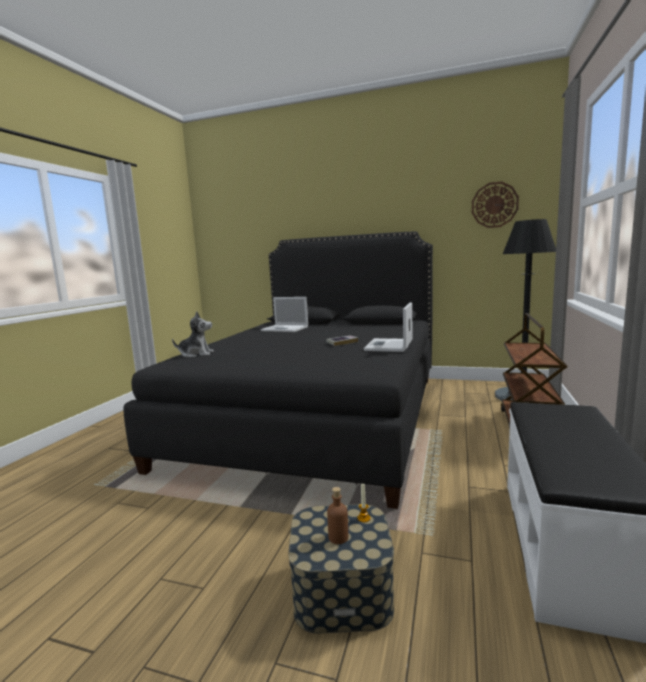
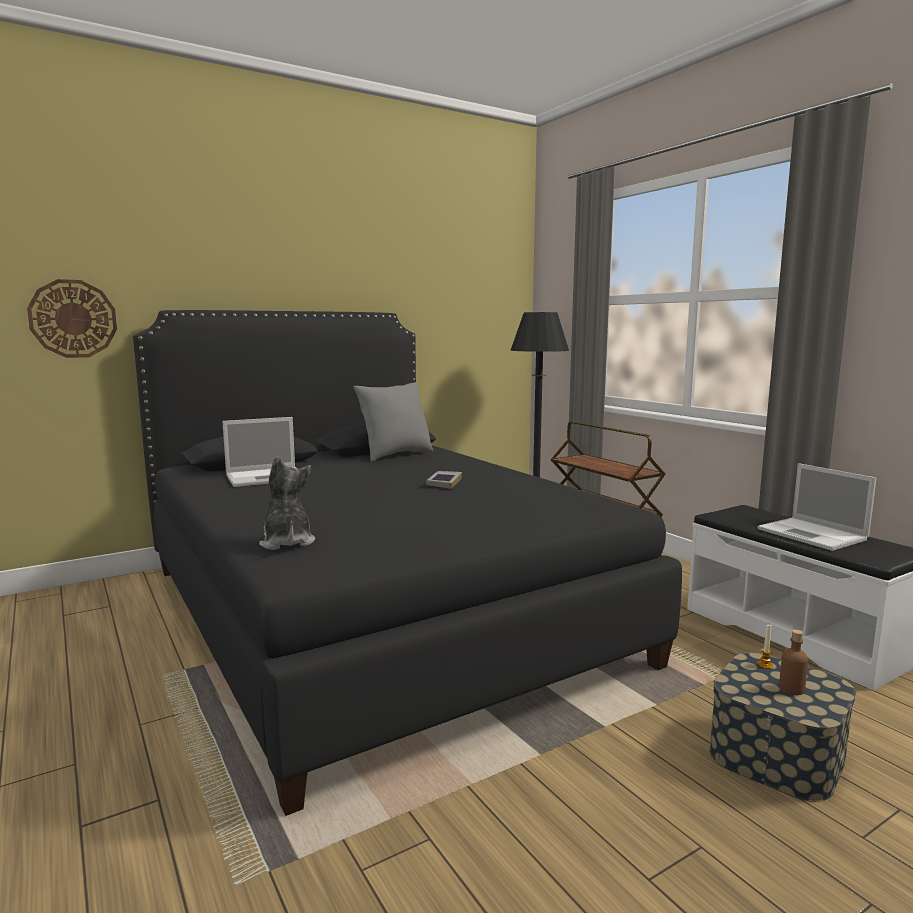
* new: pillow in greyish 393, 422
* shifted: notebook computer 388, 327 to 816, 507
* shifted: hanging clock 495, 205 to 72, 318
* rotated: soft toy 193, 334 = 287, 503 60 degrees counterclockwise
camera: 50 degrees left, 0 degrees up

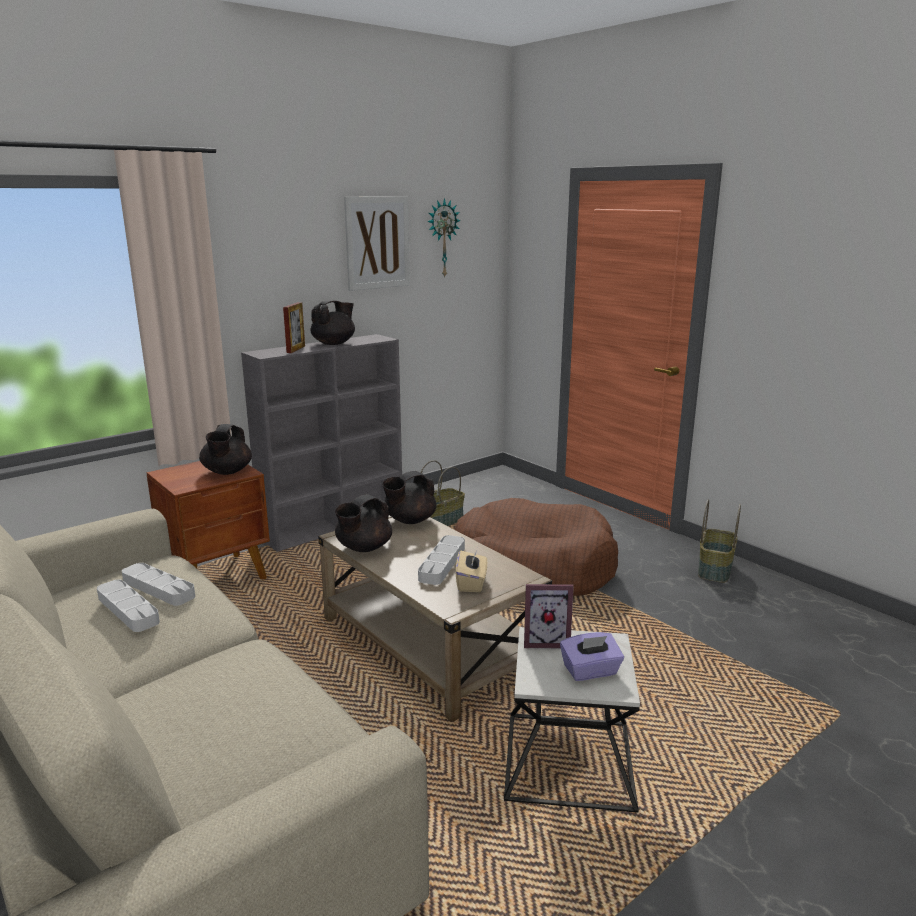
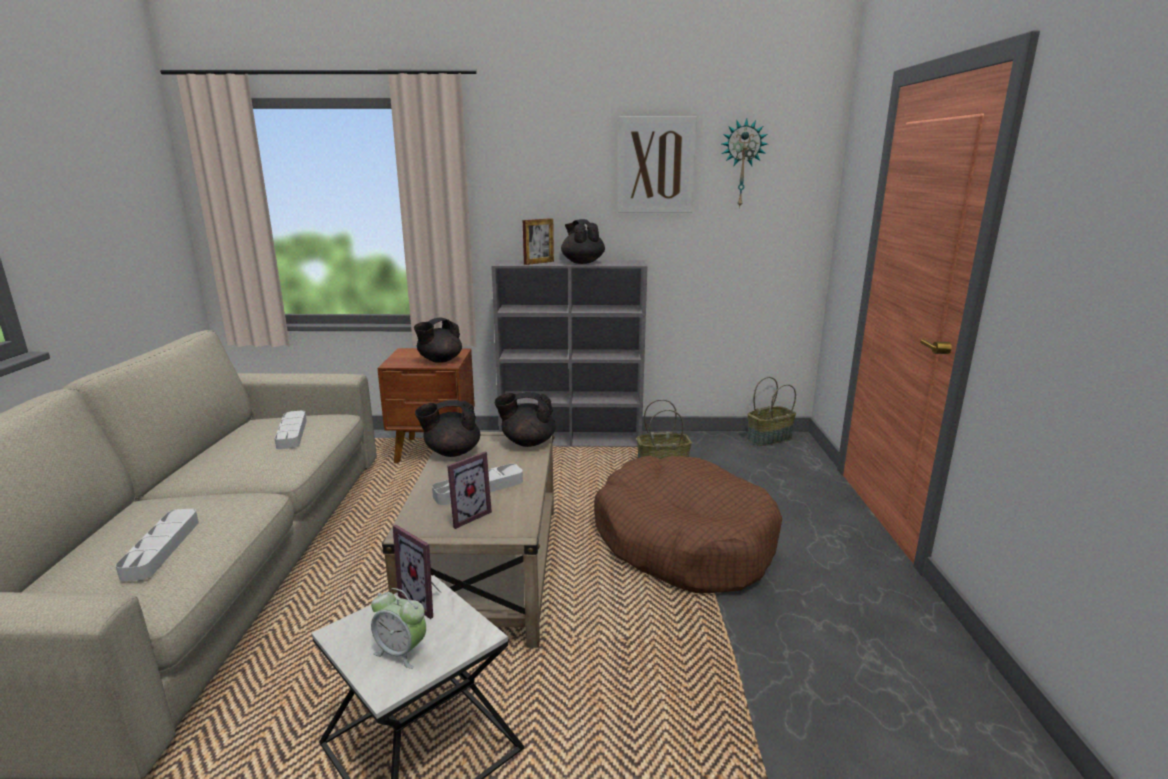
* shifted: serving tray in greyish 128, 606 to 157, 545
* shifted: storage basket 719, 541 to 771, 411
* swapped: box of tissues in beige-coloured 471, 571 to photo frame 469, 490
* swapped: box of tissues in purple-coloured 592, 656 to bedside clock 398, 628
* rotated: pot for tea in blackish 333, 322 = 583, 241 105 degrees counterclockwise
camera: 40 degrees right, 0 degrees up

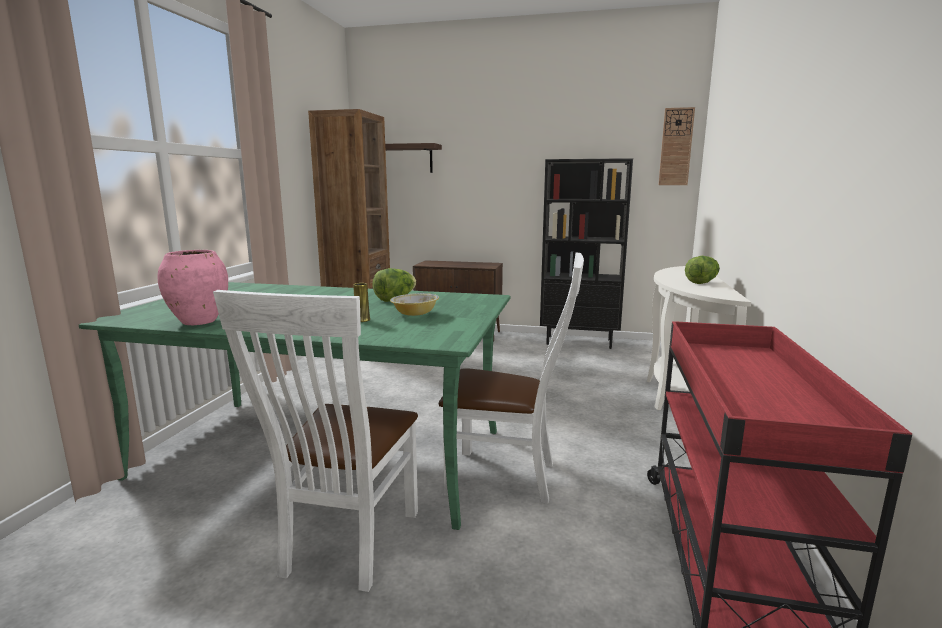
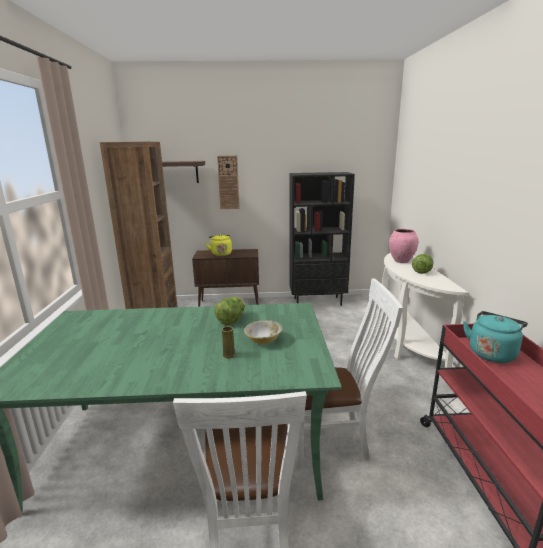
* new: kettle in yellow 219, 245
* new: kettle in turquoise-coloured 495, 337
* shifted: flower vase in pinkish 193, 287 to 403, 246
* shifted: hanging clock 677, 146 to 228, 182
camera: 15 degrees left, 5 degrees up

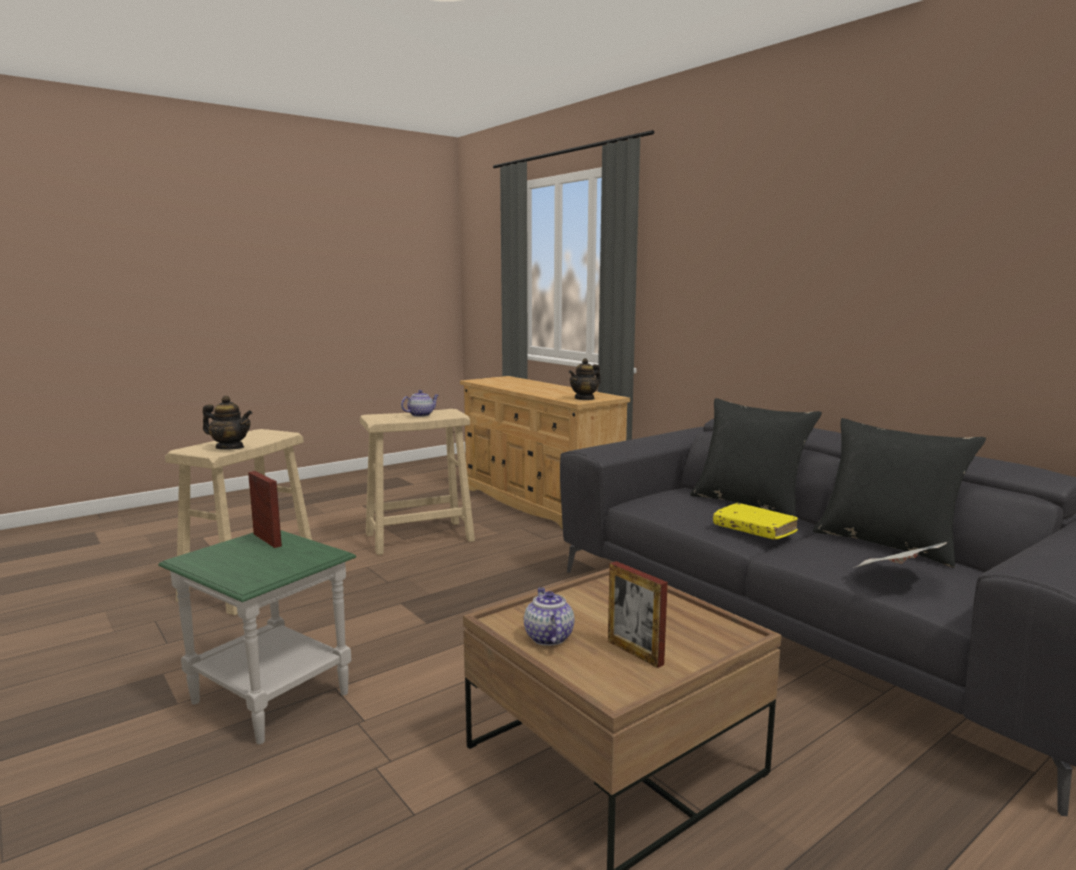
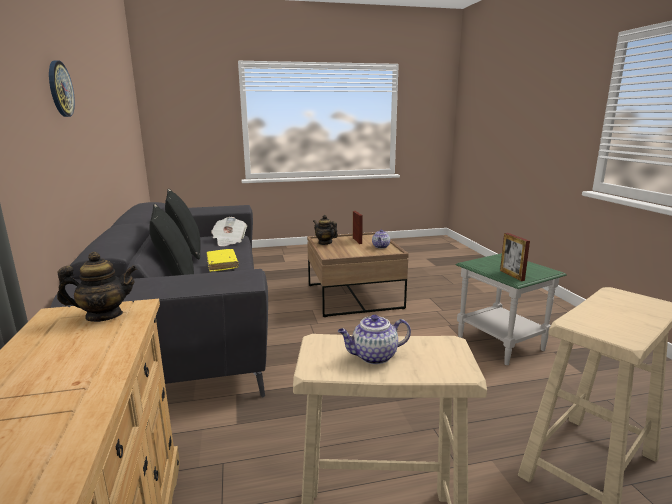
* new: hanging clock 62, 88
* shifted: pot for tea 227, 423 to 325, 230
camera: 155 degrees left, 5 degrees up

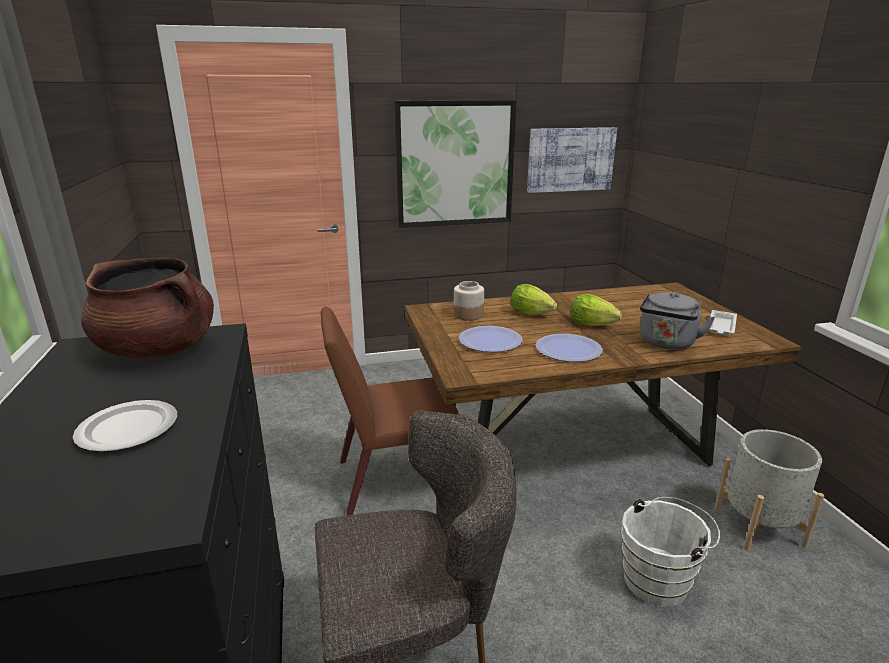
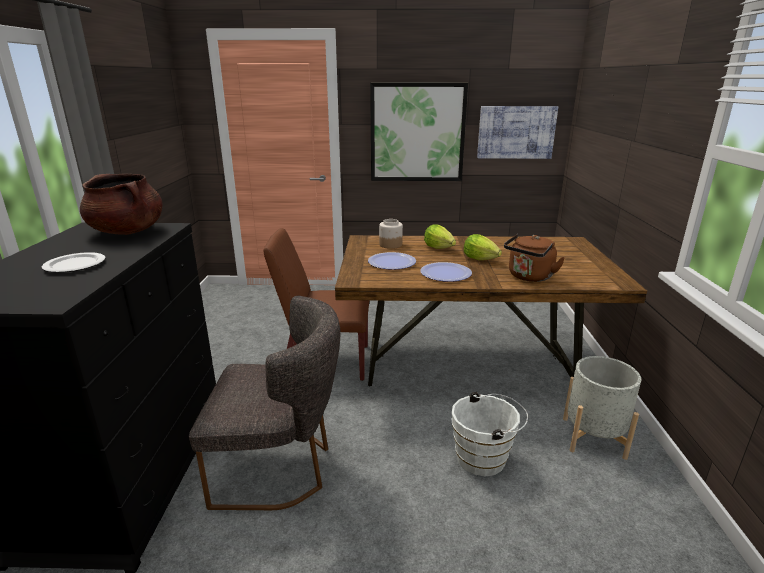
* gone: serving tray in white 723, 323
* repainted: kettle in greyish 677, 321 to kettle in brownish 534, 258
camera: 15 degrees right, 0 degrees up

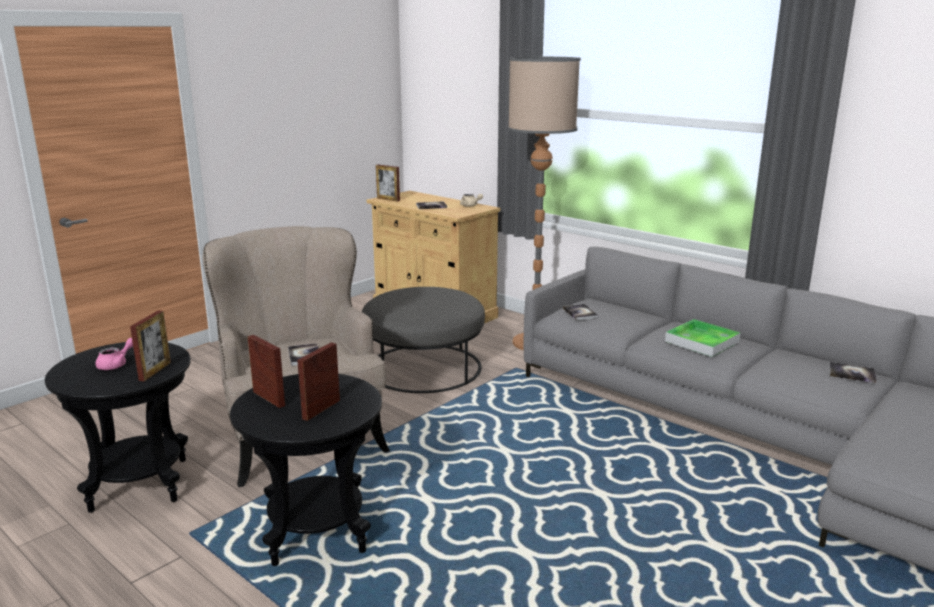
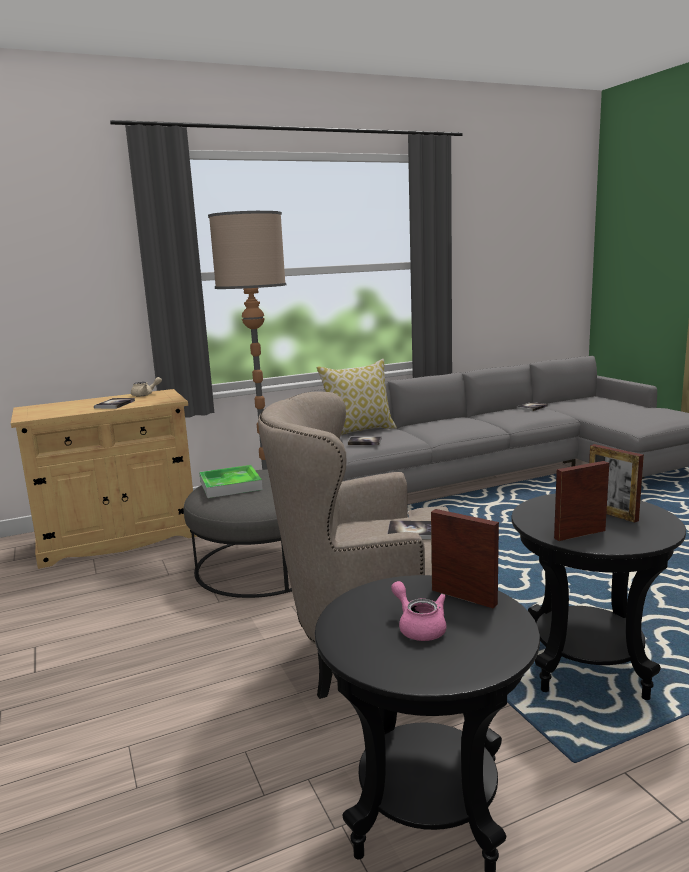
* gone: photo frame 388, 183
* new: pillow 357, 397
* shifted: serving tray 703, 338 to 231, 481
camera: 65 degrees left, 5 degrees down

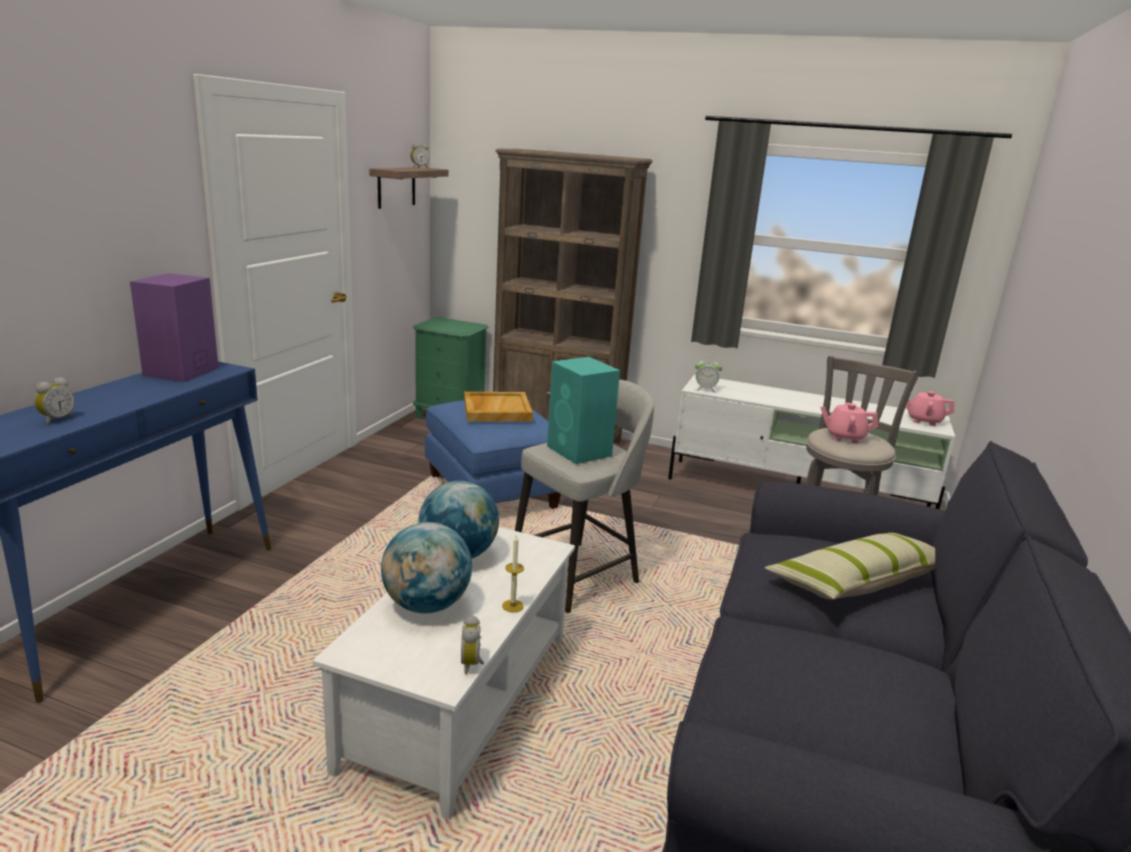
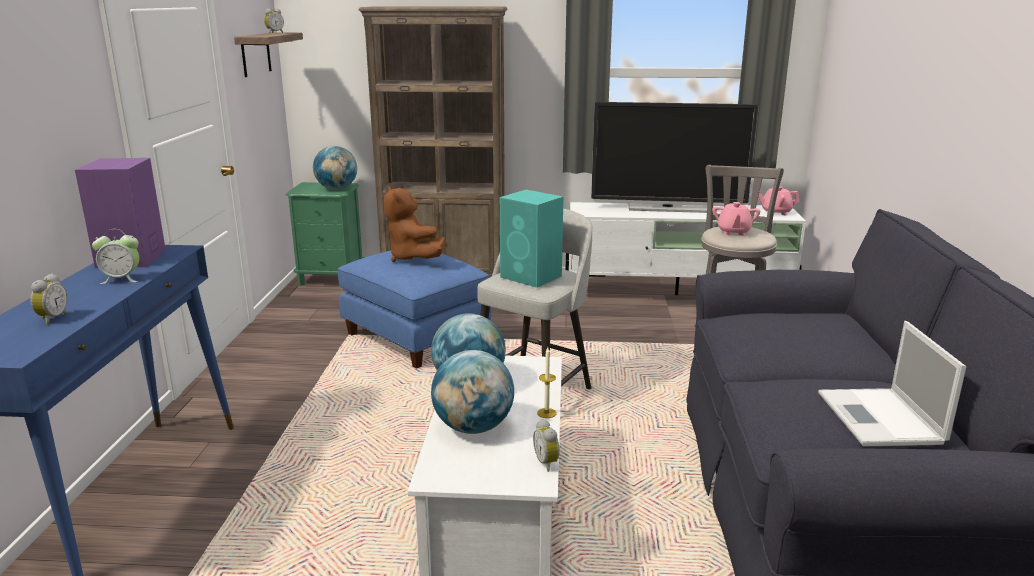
* gone: pillow 850, 566
* new: globe 335, 168
* new: TV 675, 157
* new: notebook computer 892, 383
* shifted: bedside clock 708, 375 to 115, 256
* swapped: serving tray in beige-coloured 498, 406 to soft toy in brownish 414, 224
* rotated: pot for tea in pinkish 849, 422 = 736, 219 75 degrees counterclockwise
camera: 15 degrees left, 0 degrees up

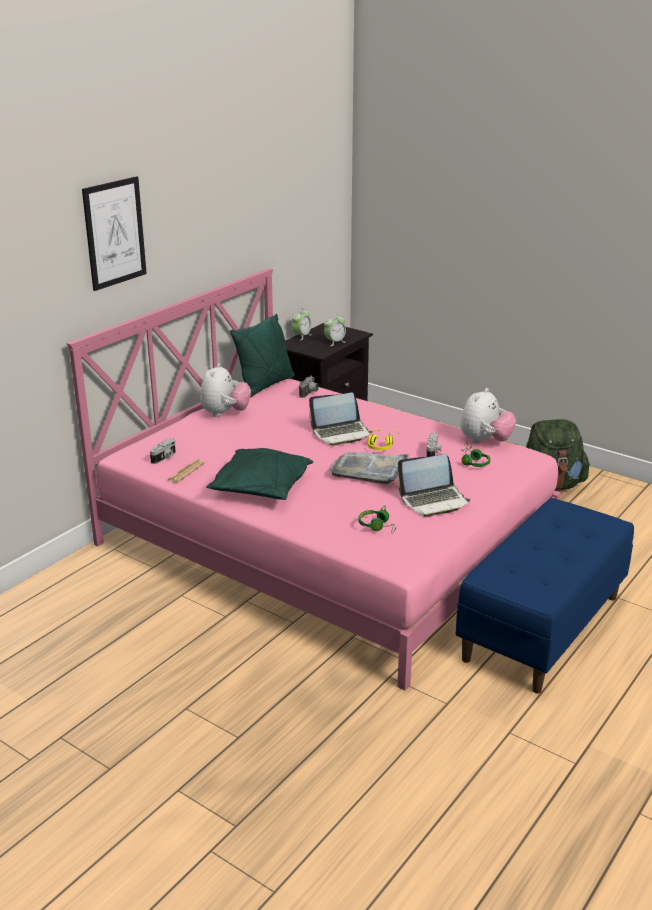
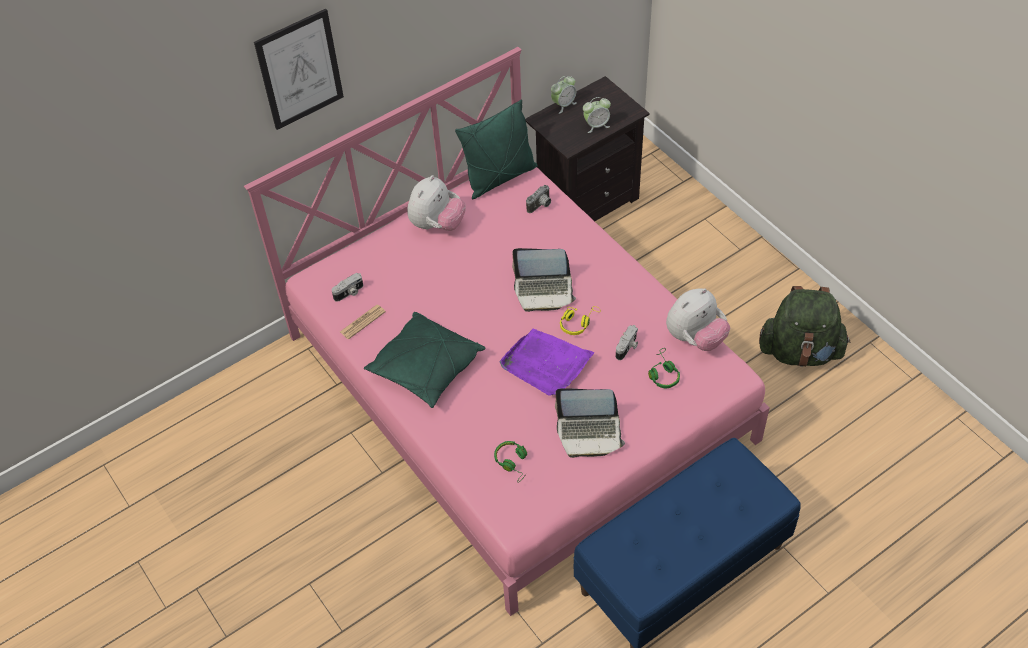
* repainted: serving tray in greyish 369, 468 to serving tray in purple-coloured 547, 362
camera: 20 degrees right, 25 degrees up

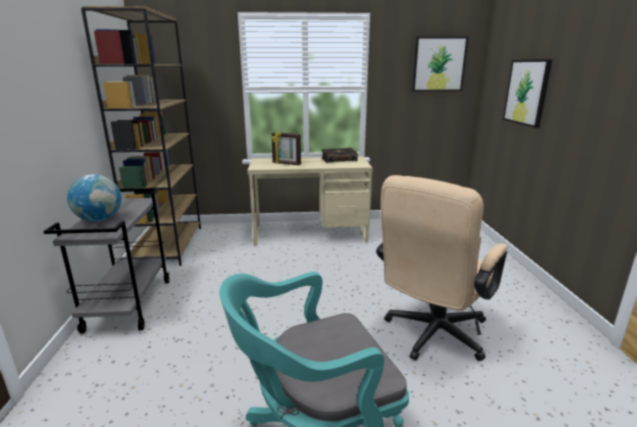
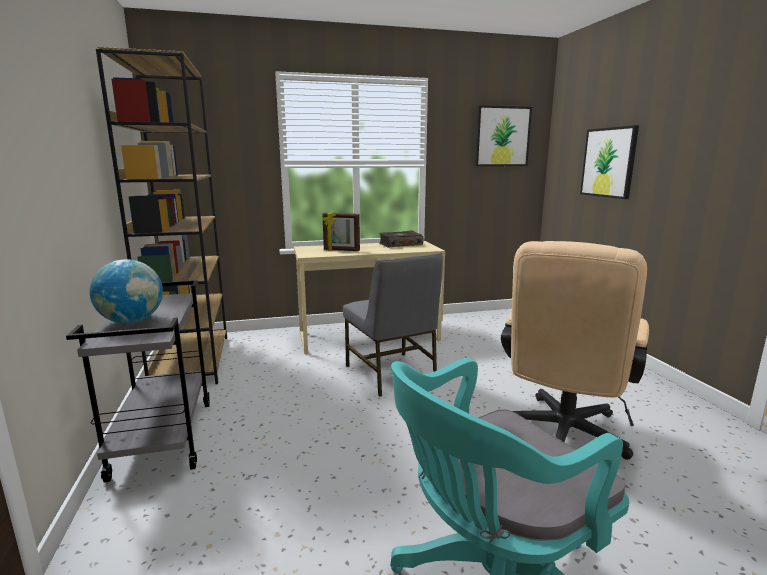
* new: upright chair in greyish 393, 325
camera: 10 degrees left, 5 degrees down

